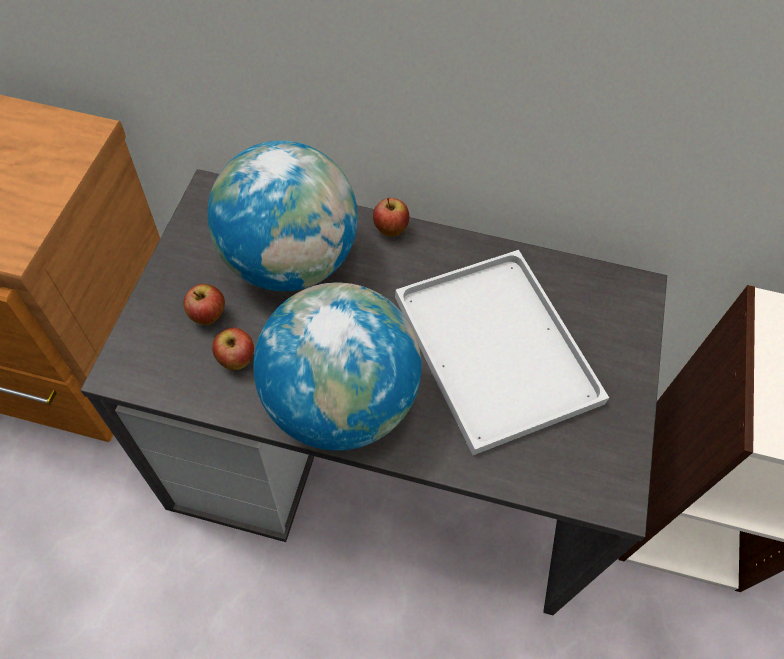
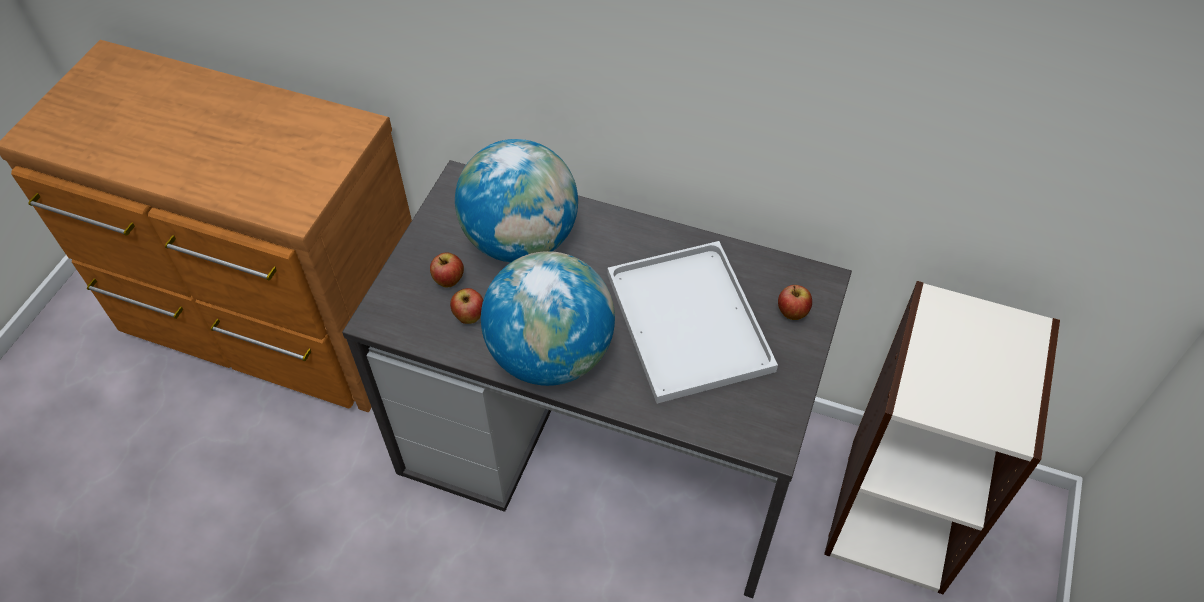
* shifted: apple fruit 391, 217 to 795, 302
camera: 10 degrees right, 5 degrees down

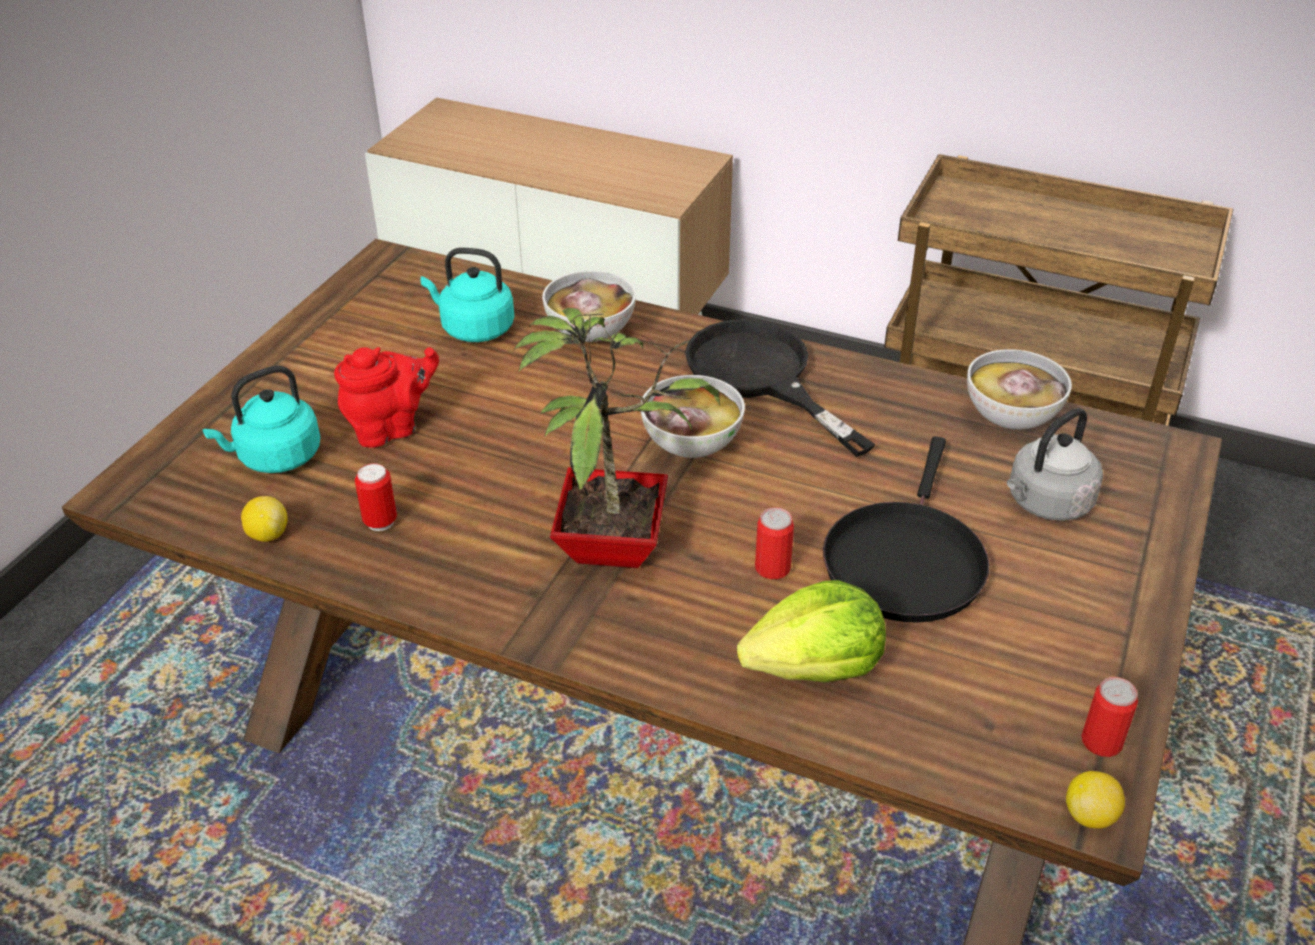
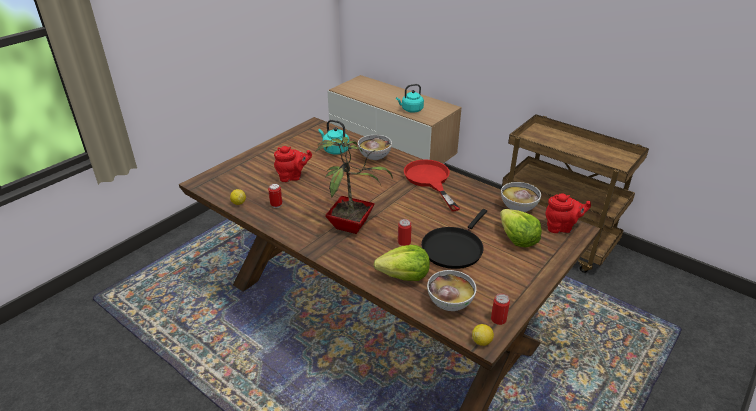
* new: pot for tea in reddish 568, 213
* shifted: kettle in turquoise-coloured 261, 419 to 410, 98
* shifted: serving bowl 693, 416 to 451, 290
* swapped: kettle in greyish 1055, 464 to lettuce head 521, 228
* repainted: frying pan in blackish 780, 388 to frying pan in reddish 432, 185
camera: 15 degrees right, 5 degrees down

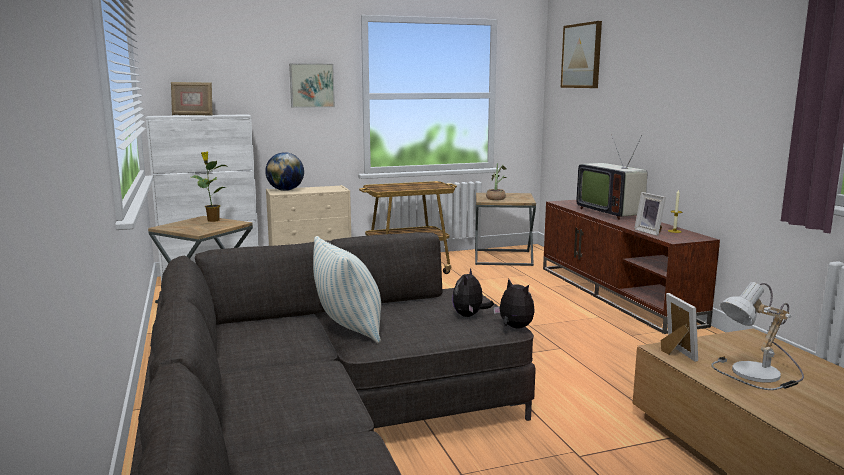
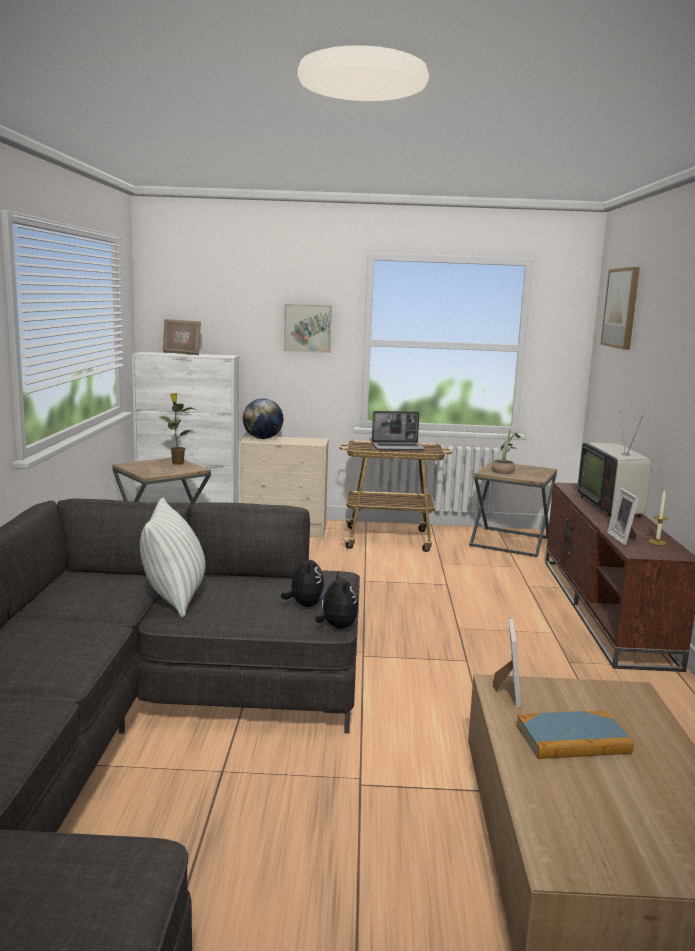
* new: notebook computer 398, 431
* swapped: table lamp 757, 336 to volume 575, 735
* rotated: soft toy 473, 292 = 303, 580 135 degrees clockwise
camera: 20 degrees right, 0 degrees up

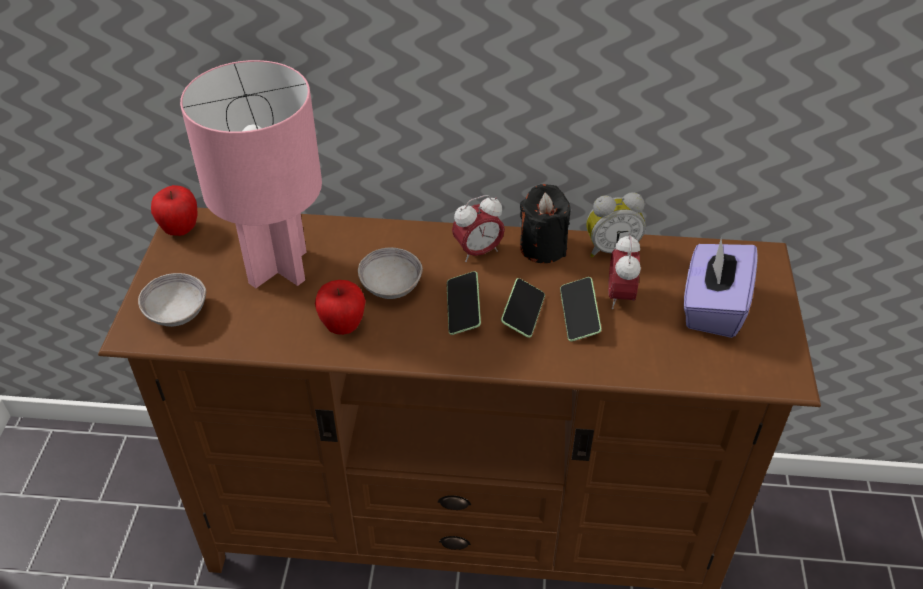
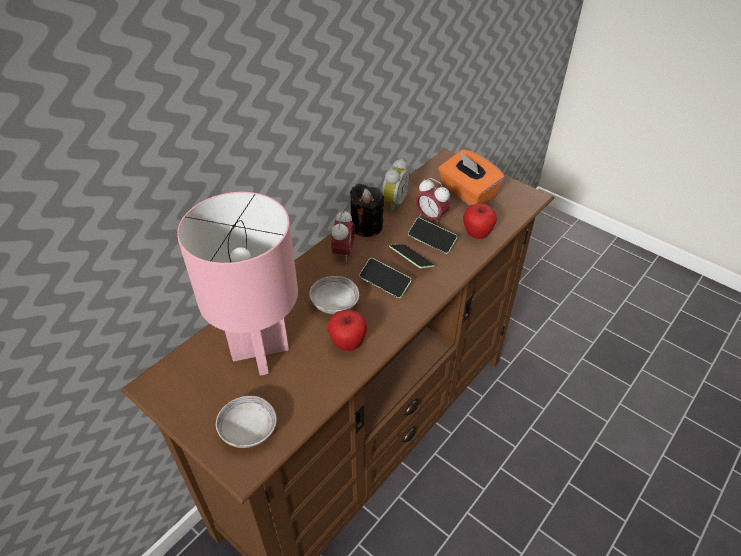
* shifted: apple fruit 174, 210 to 480, 221
* repainted: box of tissues in purple-coloured 721, 288 to box of tissues in orangey 471, 177
camera: 55 degrees left, 0 degrees up

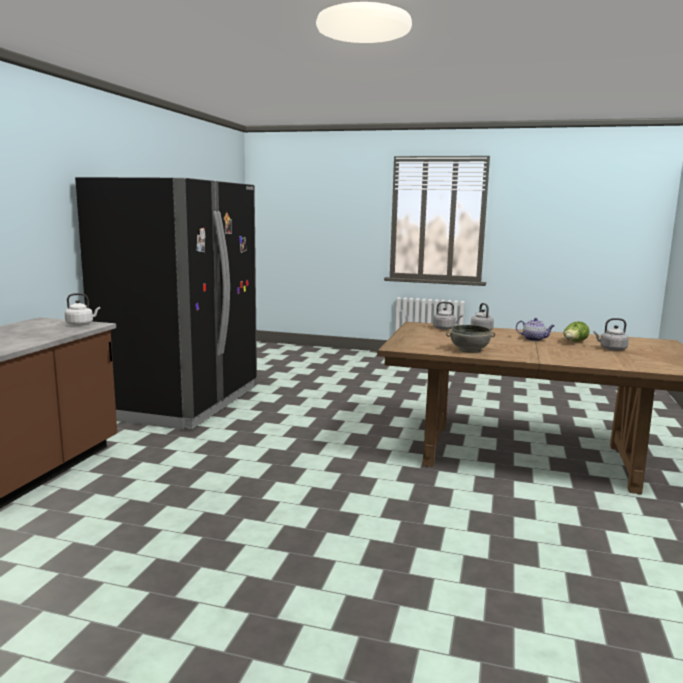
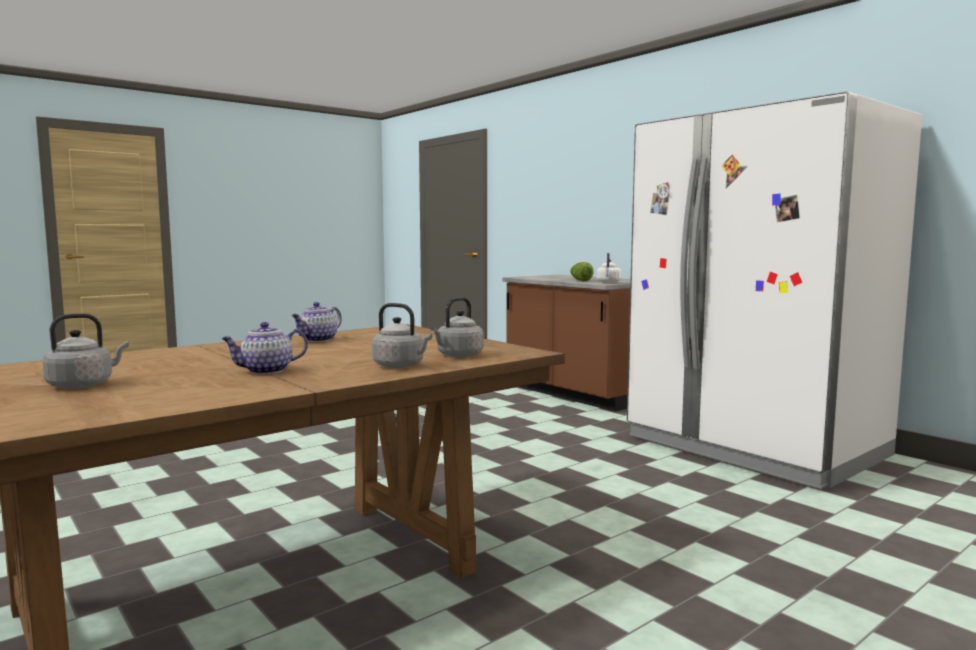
* shifted: lettuce head 576, 331 to 582, 271
* swapped: serving bowl in greyish 470, 339 to pot for tea 317, 322
* repainted: fridge in blackish 166, 303 to fridge in white 774, 290
camera: 125 degrees right, 5 degrees down

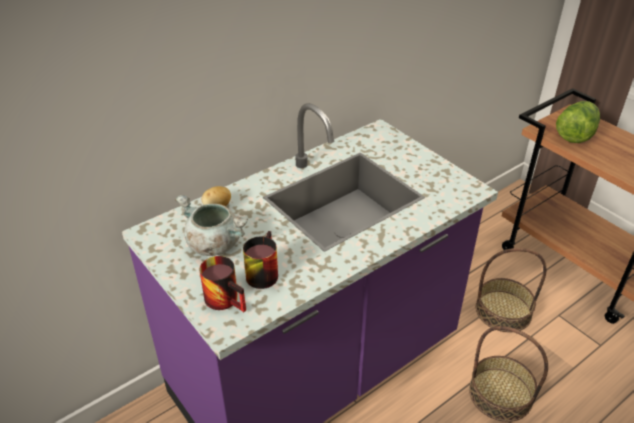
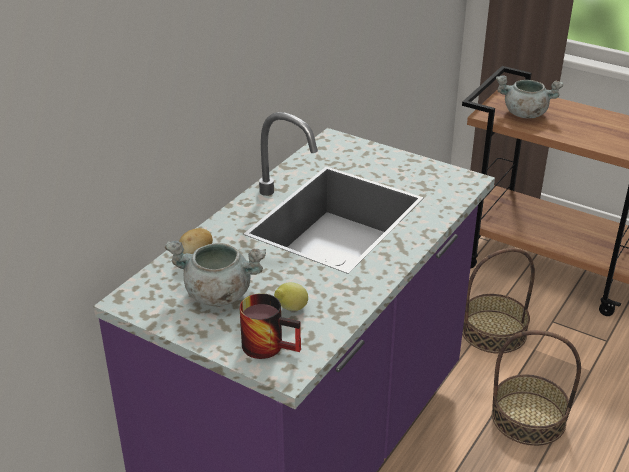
* swapped: mug 260, 260 to citrus fruit 291, 296
* swapped: lettuce head 578, 122 to stockpot in greyish 529, 97
camera: 20 degrees left, 5 degrees down

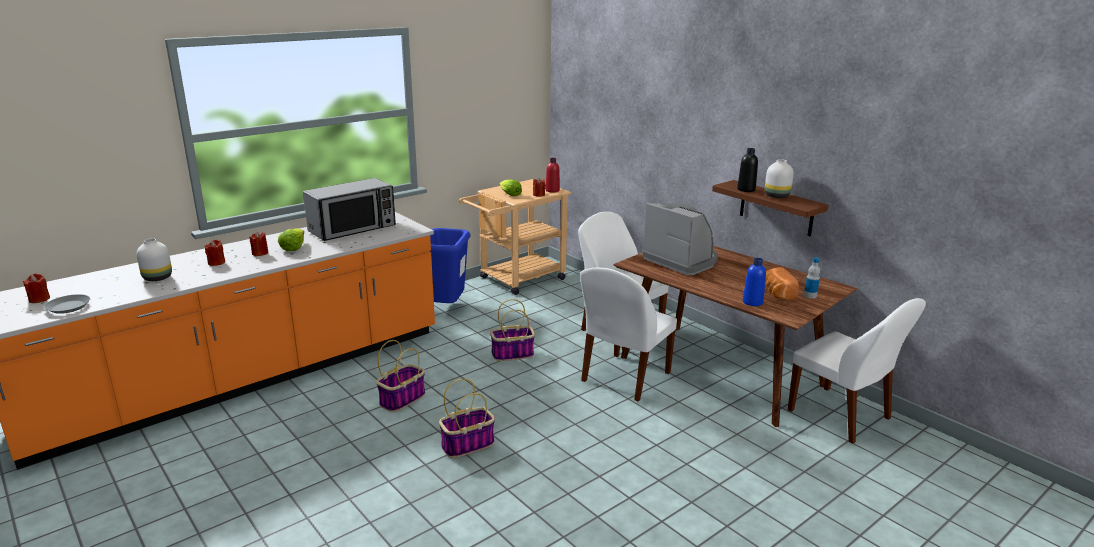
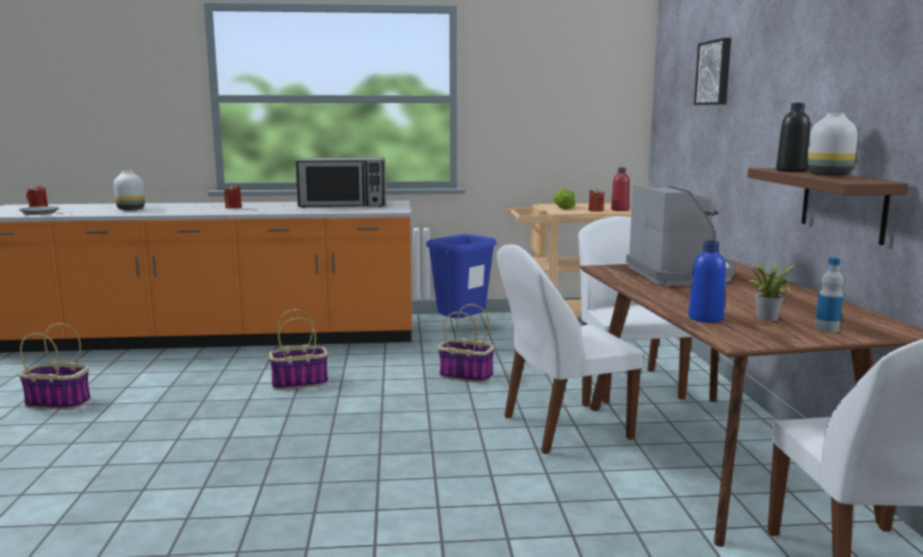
* gone: wax light in reddish 214, 253
* gone: lettuce head 291, 239
* new: picture 712, 71
* shifted: storage basket 467, 418 to 55, 366
* swapped: baked bread 782, 284 to houseplant 770, 290
camera: 35 degrees right, 10 degrees down

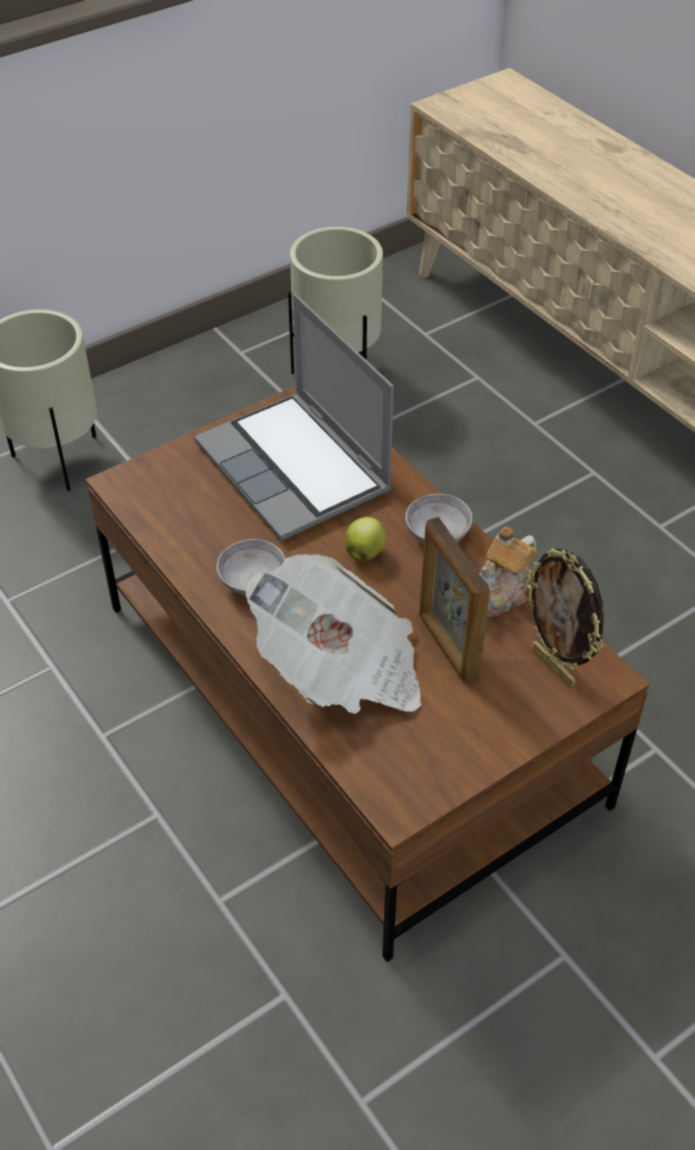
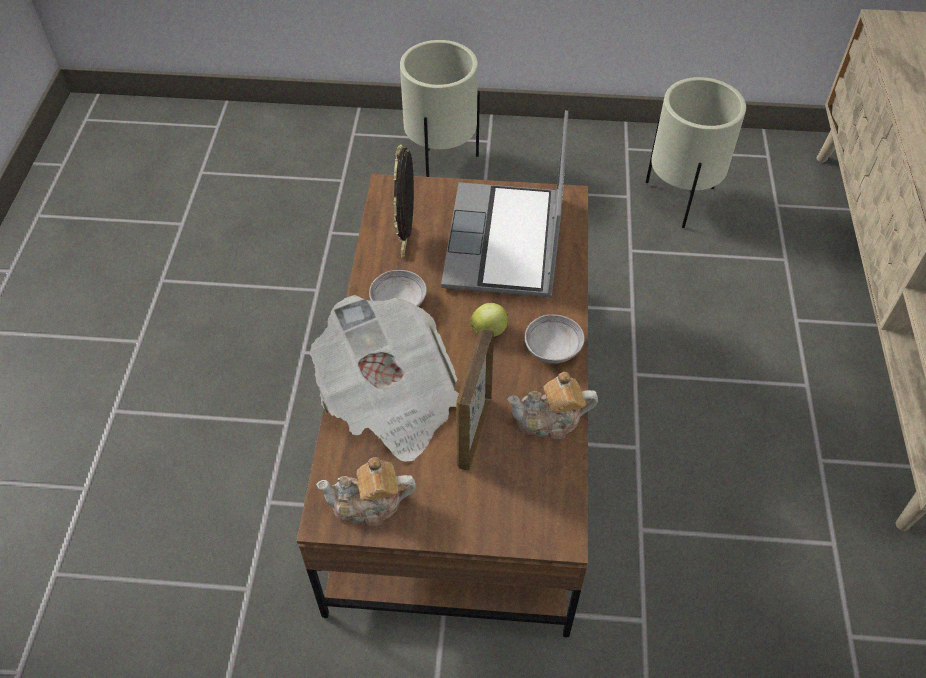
* new: pot for tea 366, 491
* shifted: photo frame 564, 617 to 403, 201
camera: 40 degrees right, 5 degrees up

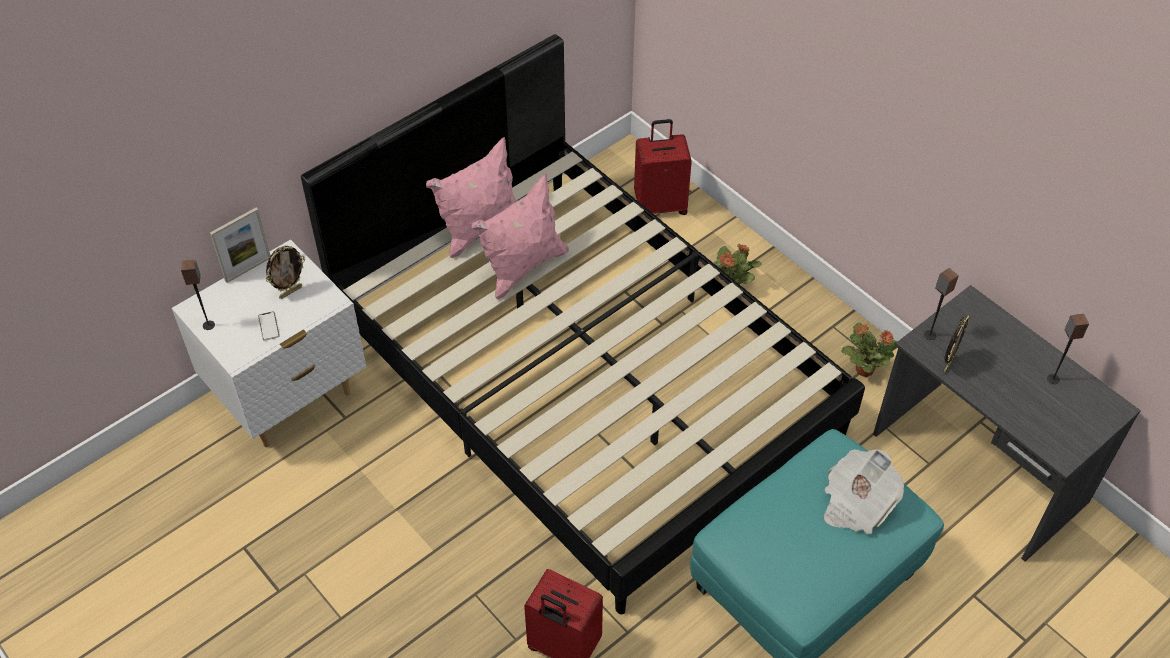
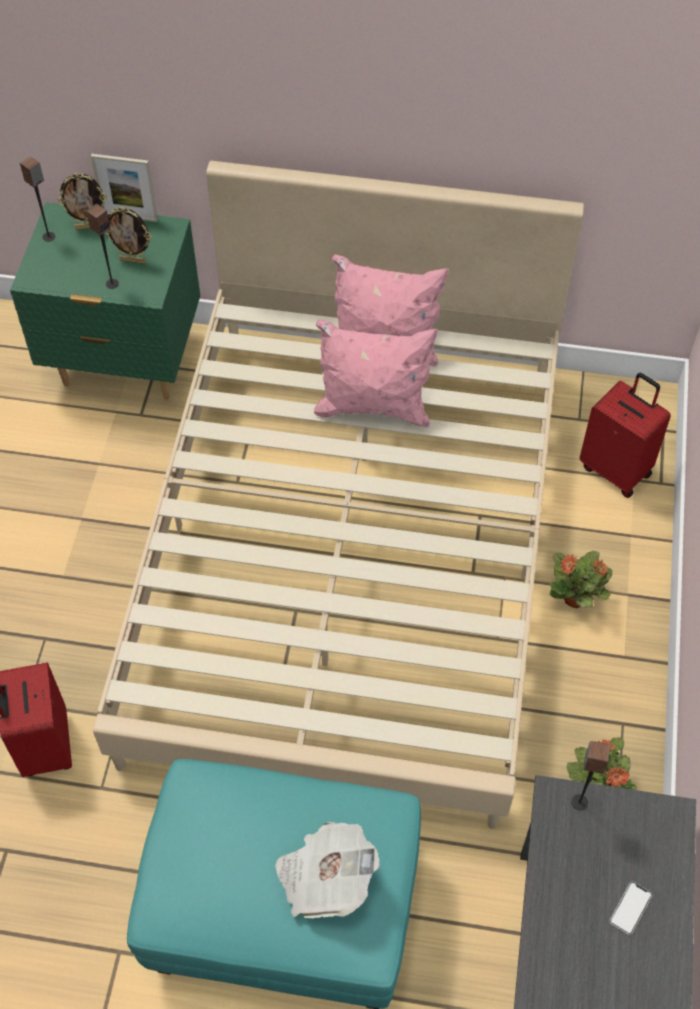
* shifted: phone 269, 326 to 630, 908
* shifted: photo frame 956, 344 to 82, 201
* shifted: loudspeaker 1068, 349 to 102, 246
* repainted: bedside table in white 269, 343 to bedside table in green 105, 301
* repainted: bedroom bed in blackish 583, 324 to bedroom bed in beige-coloured 338, 495
camera: 50 degrees right, 5 degrees up

